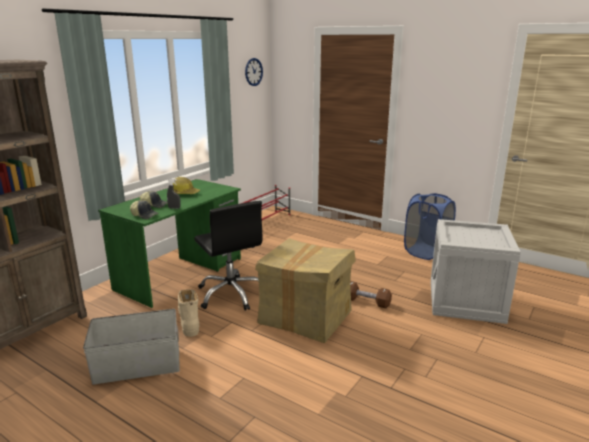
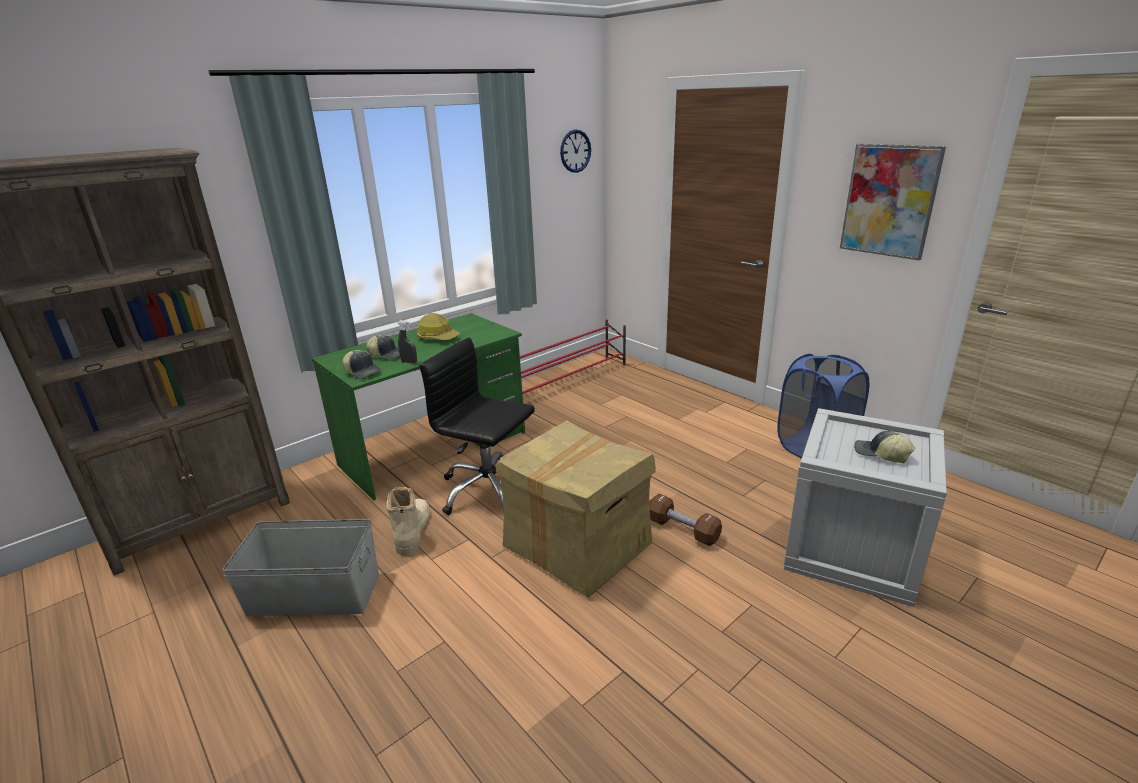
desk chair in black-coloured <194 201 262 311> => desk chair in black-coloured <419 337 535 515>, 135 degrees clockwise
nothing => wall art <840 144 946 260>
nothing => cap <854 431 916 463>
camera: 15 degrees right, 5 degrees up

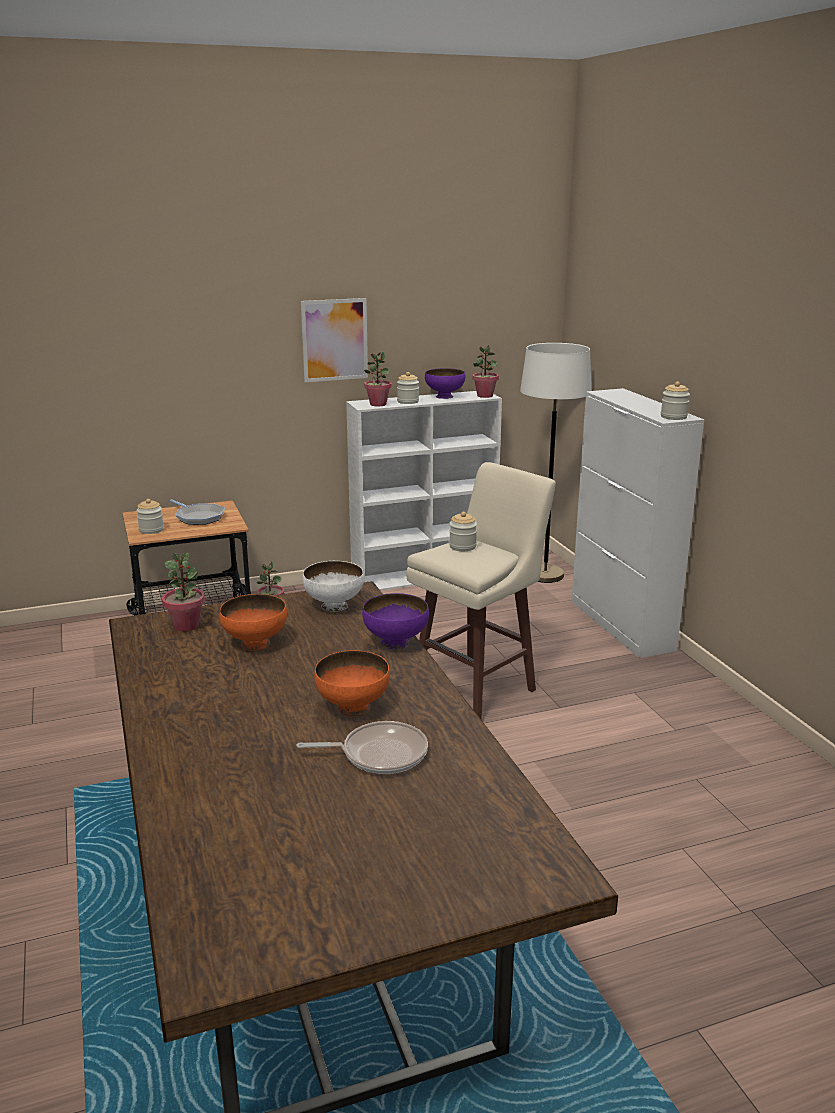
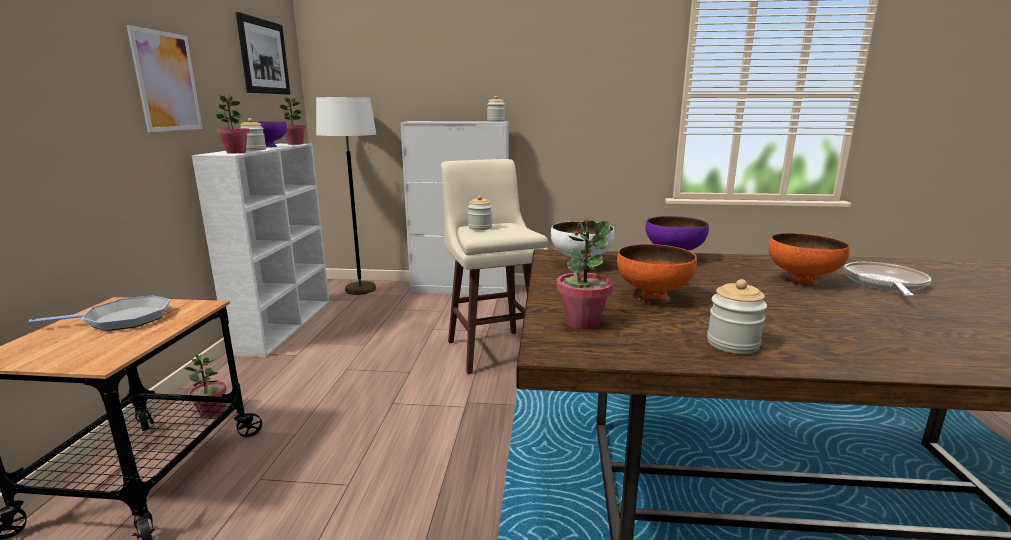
preserve jar <136 499 164 534> => preserve jar <707 279 767 354>, relocated
nothing => wall art <236 12 290 95>
camera: 65 degrees left, 5 degrees down

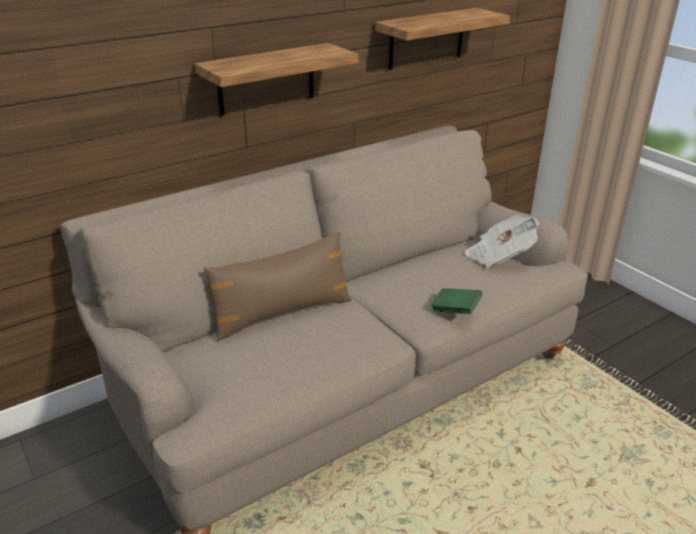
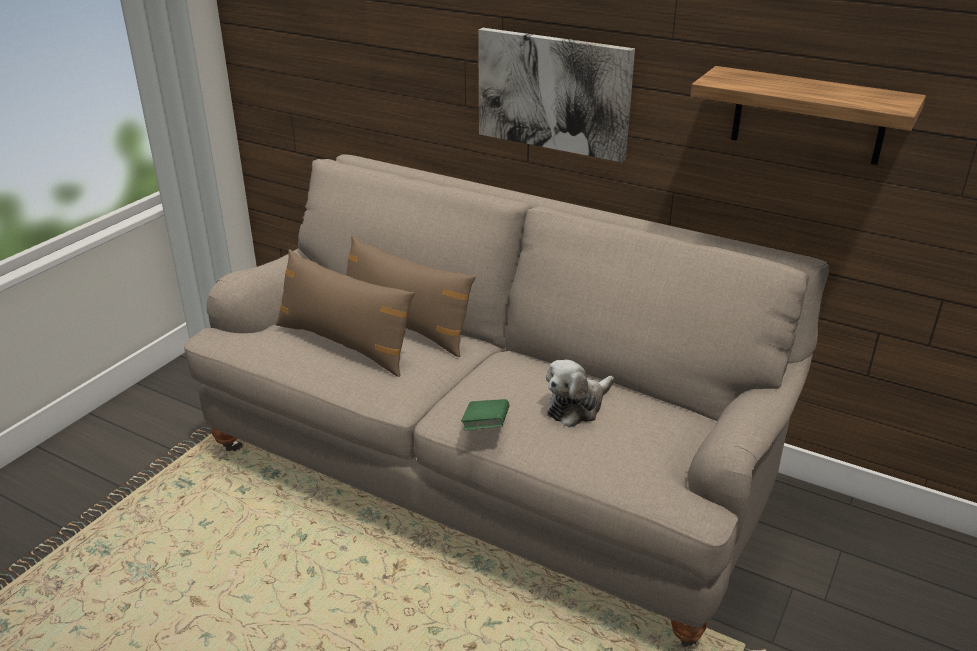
bracket shelf <195 43 358 116> => wall art <478 28 635 162>
newspaper <465 215 540 267> => nothing
nothing => cushion in brown <275 249 415 377>
nothing => cuddly toy <546 360 614 427>
camera: 65 degrees right, 0 degrees up

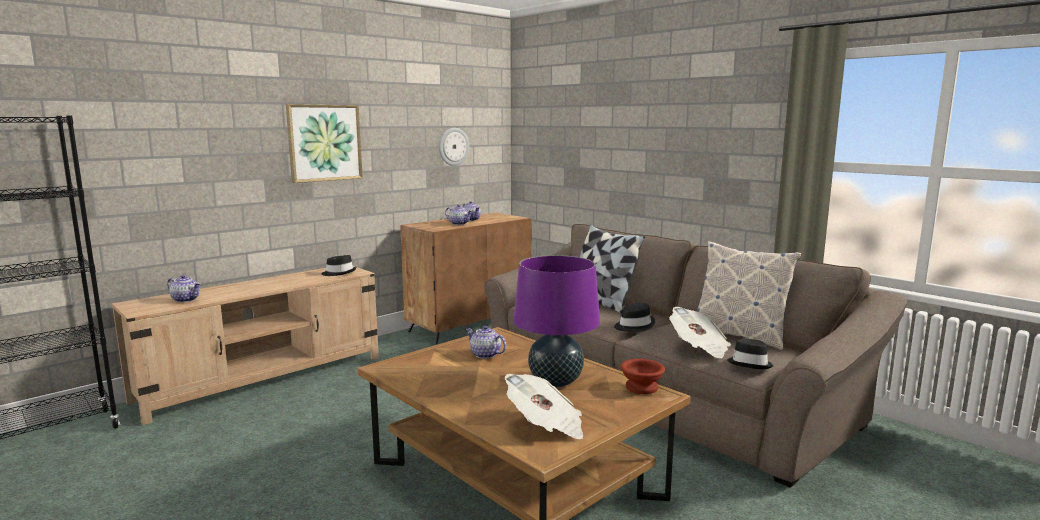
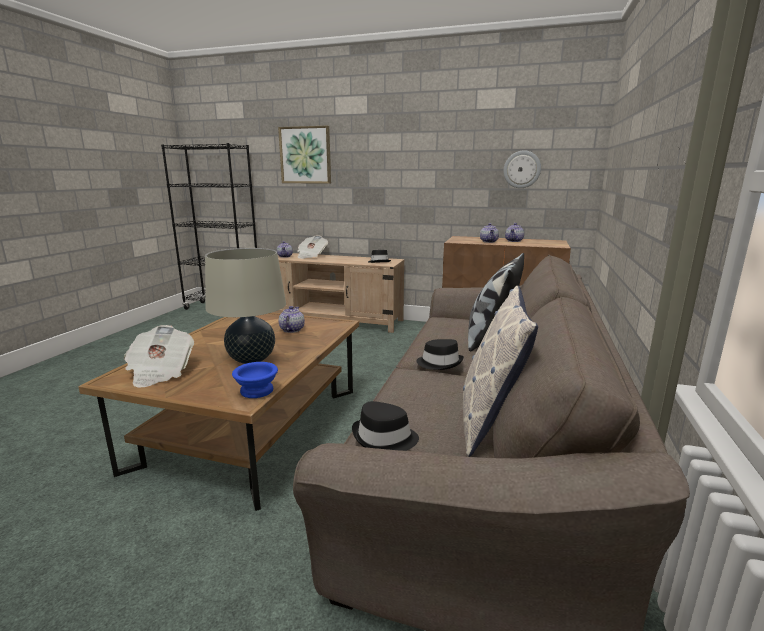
wall art <286 104 363 183> => wall art <278 126 331 184>, relocated
lamp for a table in purple-coloured <513 255 600 387> => lamp for a table in beige <205 248 286 364>
newspaper <669 307 731 359> => newspaper <297 235 328 259>, relocated
deep dish in brown <620 359 665 394> => deep dish in blue <232 362 278 398>
camera: 60 degrees right, 5 degrees up

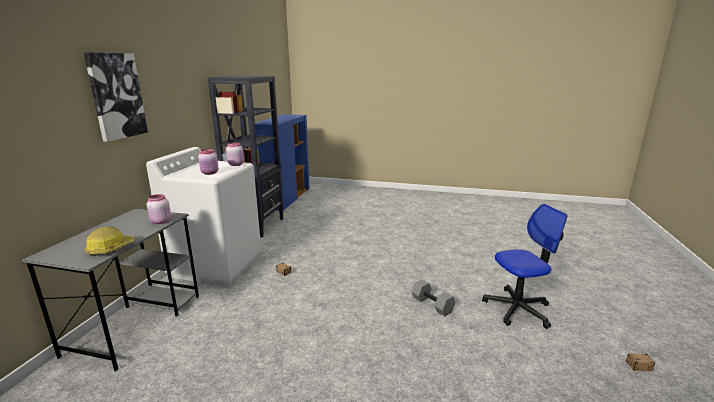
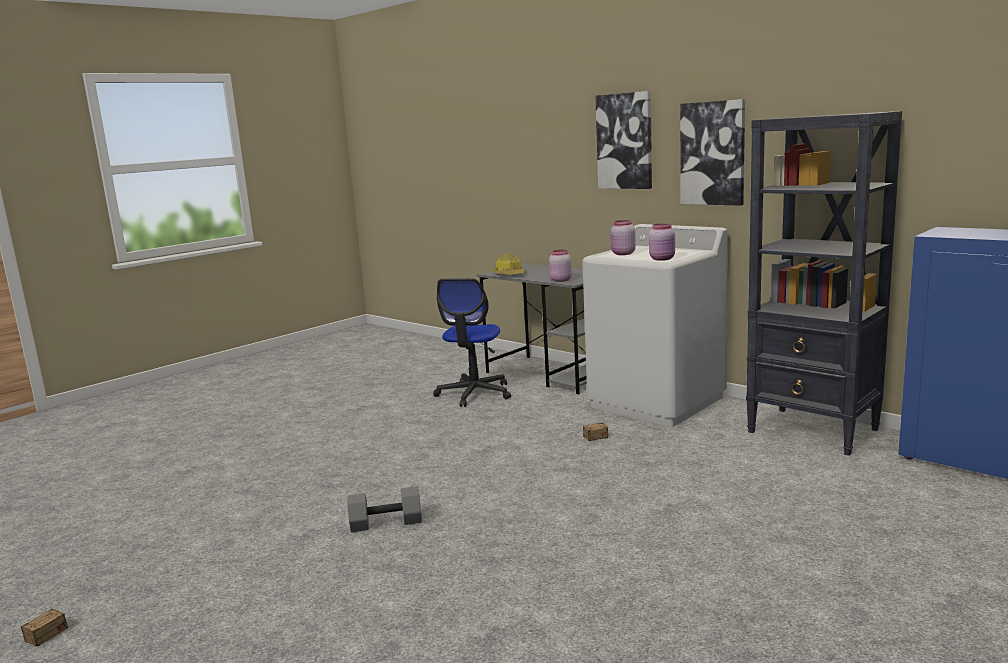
desk chair <482 204 567 329> => desk chair <433 278 511 407>, relocated
nothing => wall art <680 99 745 205>
camera: 120 degrees right, 5 degrees down

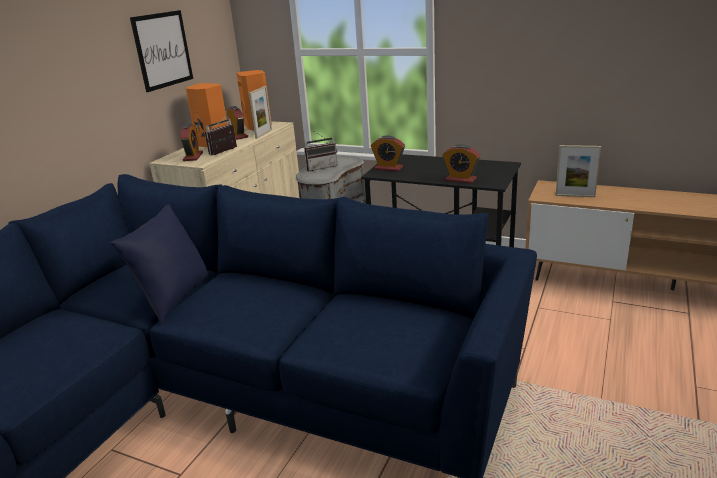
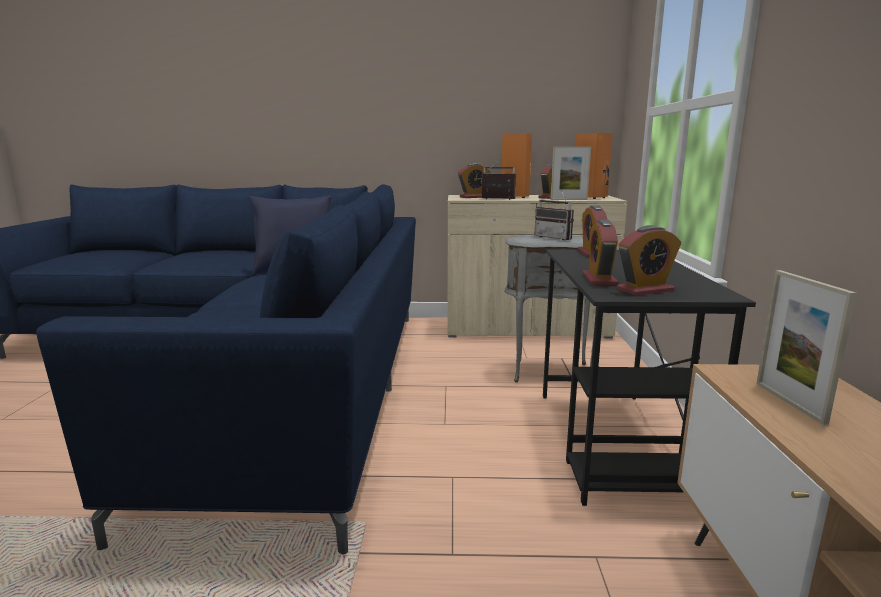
wall art <130 10 193 92> => nothing
nothing => bedside clock <617 225 681 296>
camera: 65 degrees right, 10 degrees down

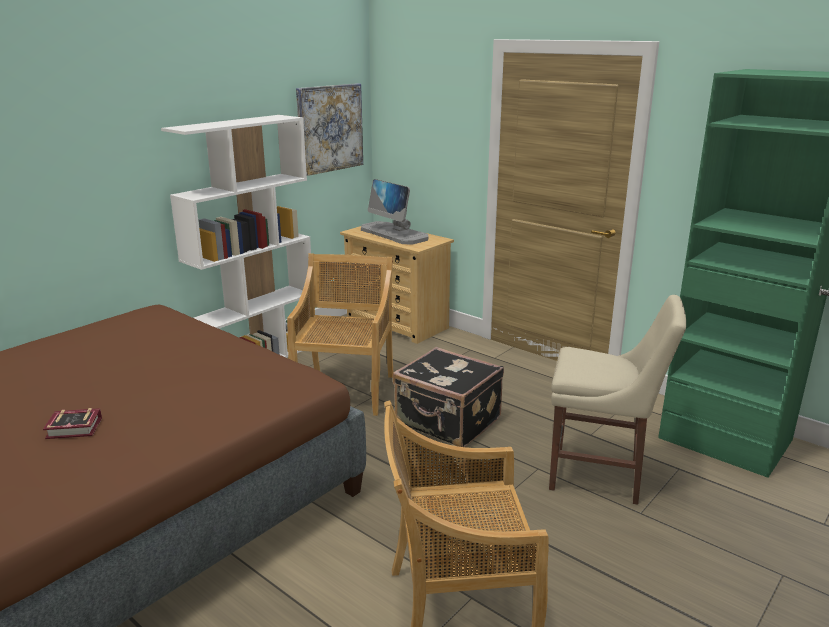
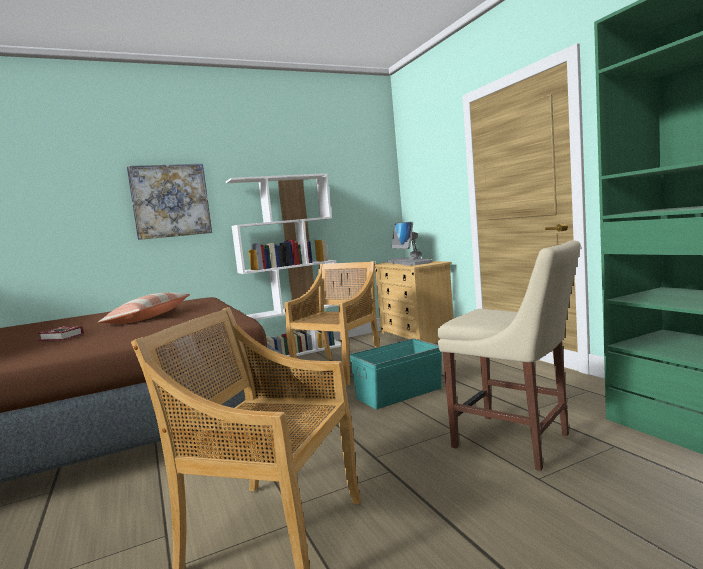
wall art <296 83 363 176> => wall art <127 163 212 240>, relocated
suitcase in black-coloured <393 347 504 447> => storage bin in blue-green <349 338 442 409>
nothing => cushion <98 293 190 324>
camera: 25 degrees right, 15 degrees down

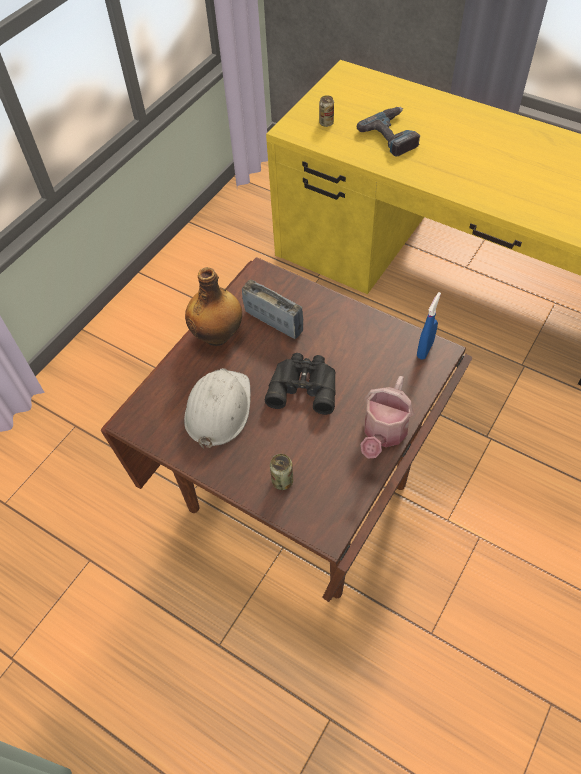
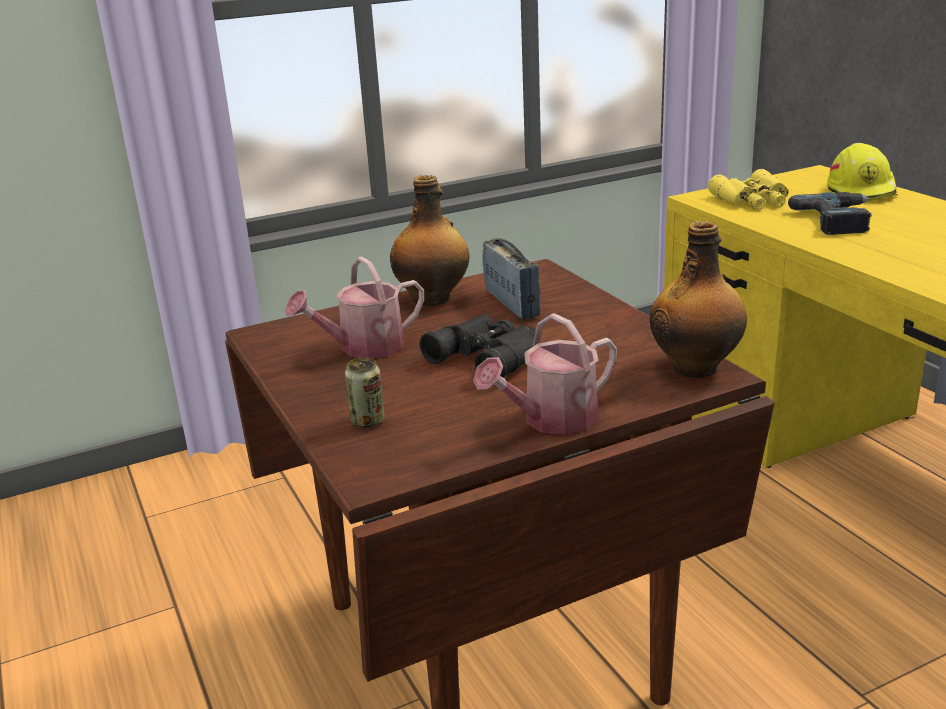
can <319 95 334 127> => pair of binoculars in yellow <708 169 789 210>
spray bottle in blue <417 292 441 359> => beverage bottle <650 221 747 378>
hard hat in whitish <184 368 251 449> => sprinkling can <285 256 424 359>
nothing => hard hat in yellow <827 143 898 201>
camera: 30 degrees right, 30 degrees down

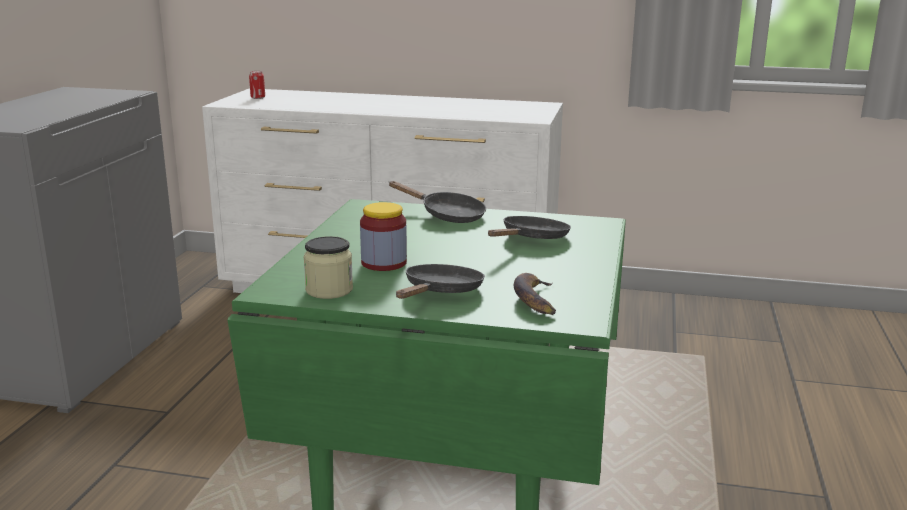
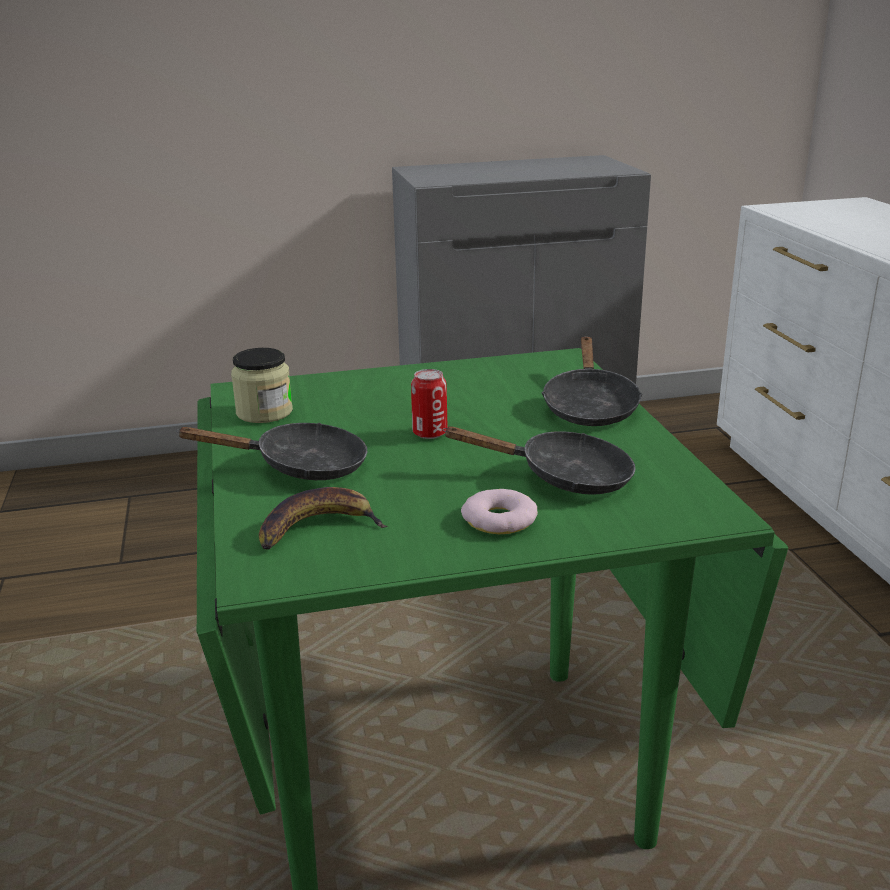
can <249 71 265 99> => can <411 369 448 439>, relocated
preserve jar <360 202 407 271> => nothing
nothing => donut <461 489 538 534>
camera: 65 degrees right, 5 degrees up

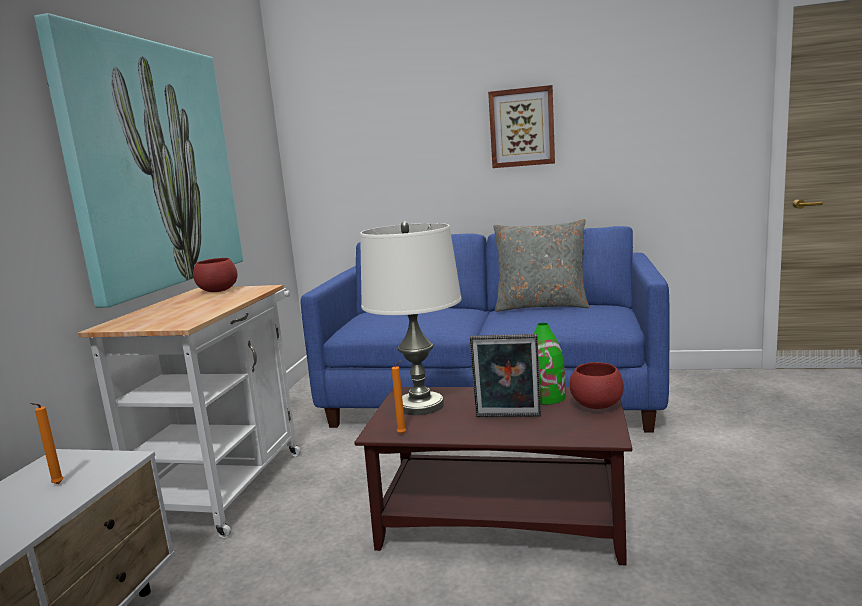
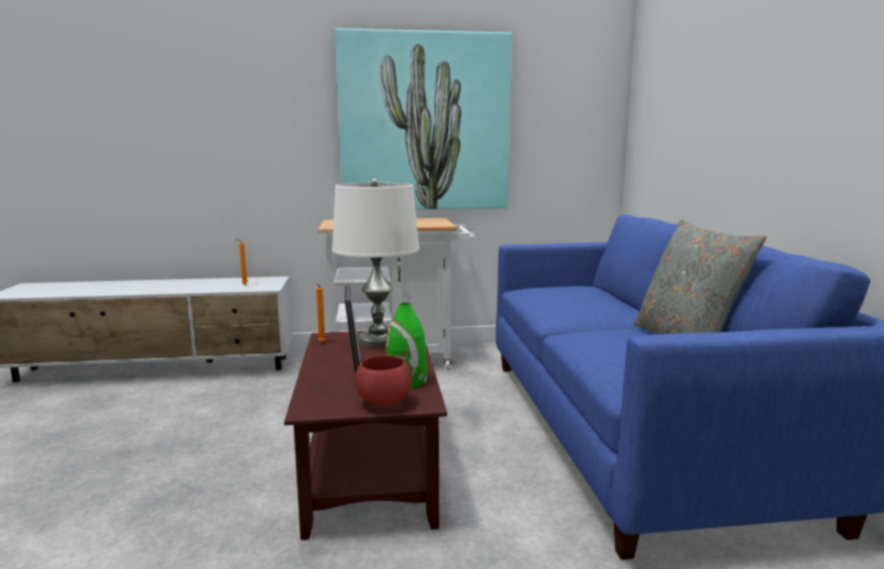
wall art <488 85 555 168> => nothing
deep dish in reddish <193 258 237 292> => nothing
camera: 70 degrees right, 0 degrees up

